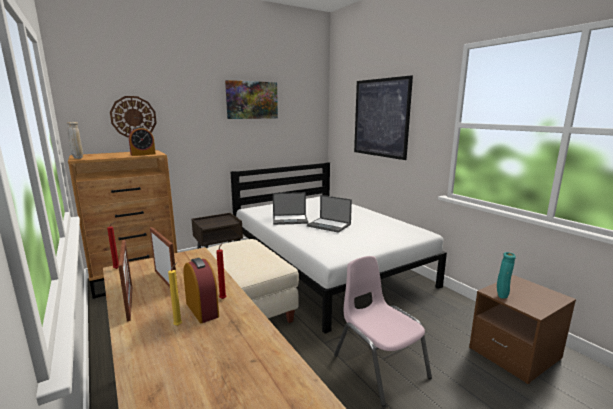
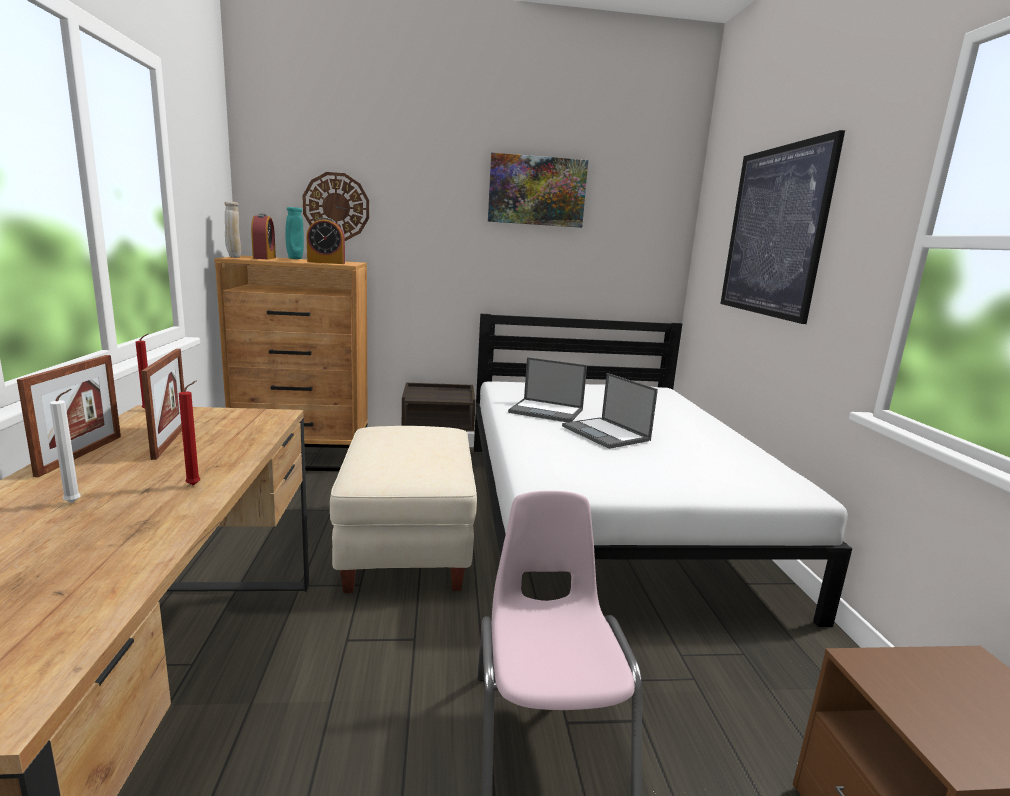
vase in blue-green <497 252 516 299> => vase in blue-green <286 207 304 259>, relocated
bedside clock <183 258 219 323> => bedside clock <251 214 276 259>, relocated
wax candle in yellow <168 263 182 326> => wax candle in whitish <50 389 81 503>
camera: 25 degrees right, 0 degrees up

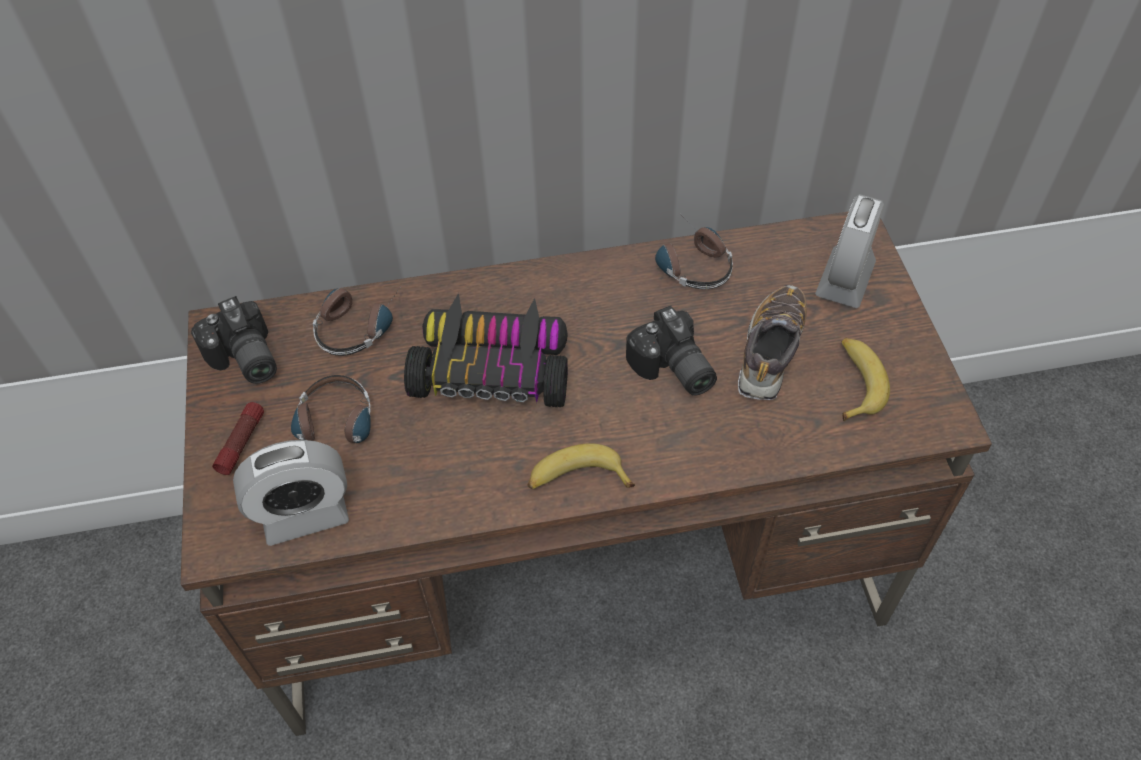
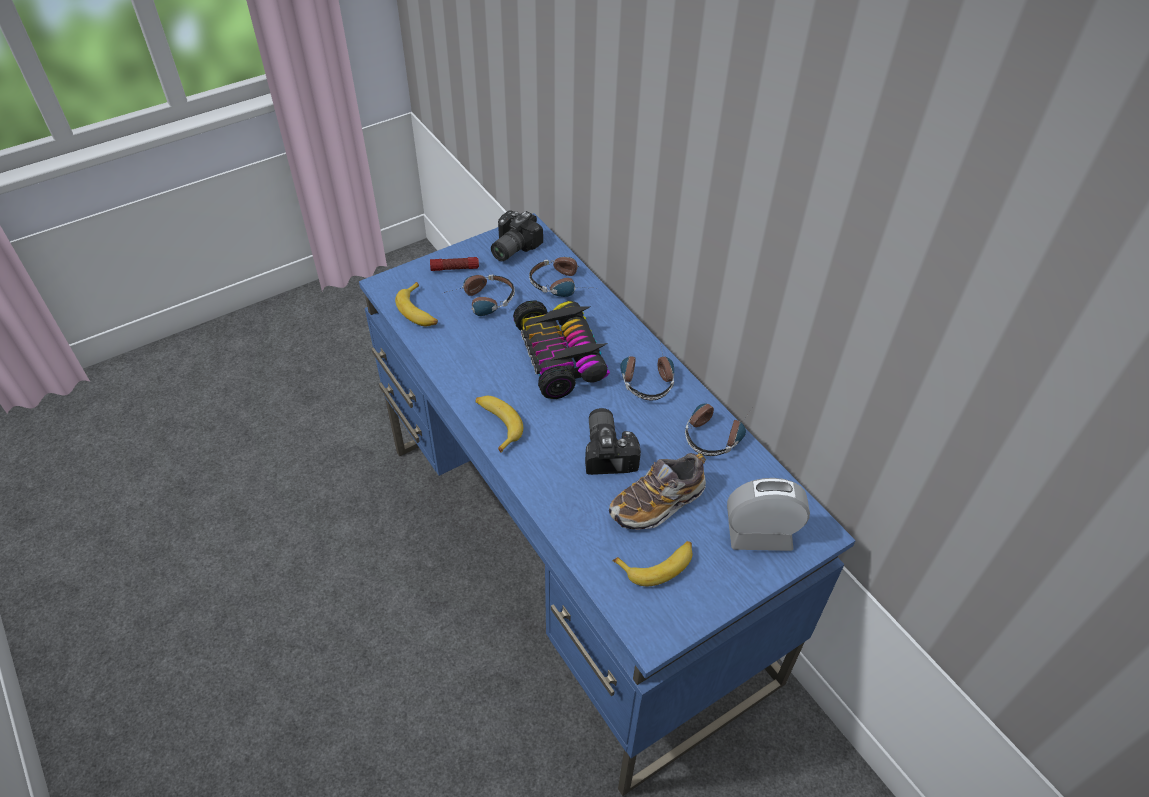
desk in brown <181 212 992 736> => desk in blue <359 213 856 796>
low shoe <738 285 807 400> => low shoe <609 453 706 530>, 150 degrees clockwise
still camera <626 306 717 396> => still camera <585 408 641 475>, 135 degrees clockwise
bedside clock <233 440 349 546> => whole banana <395 282 438 327>
nothing => headphones <620 342 674 400>
camera: 65 degrees right, 5 degrees down

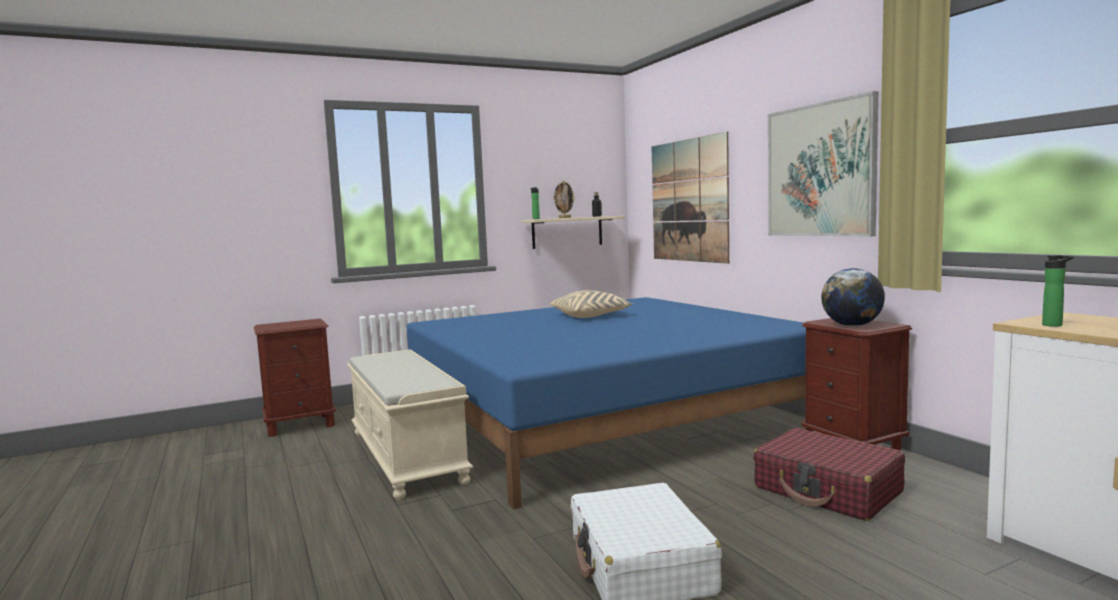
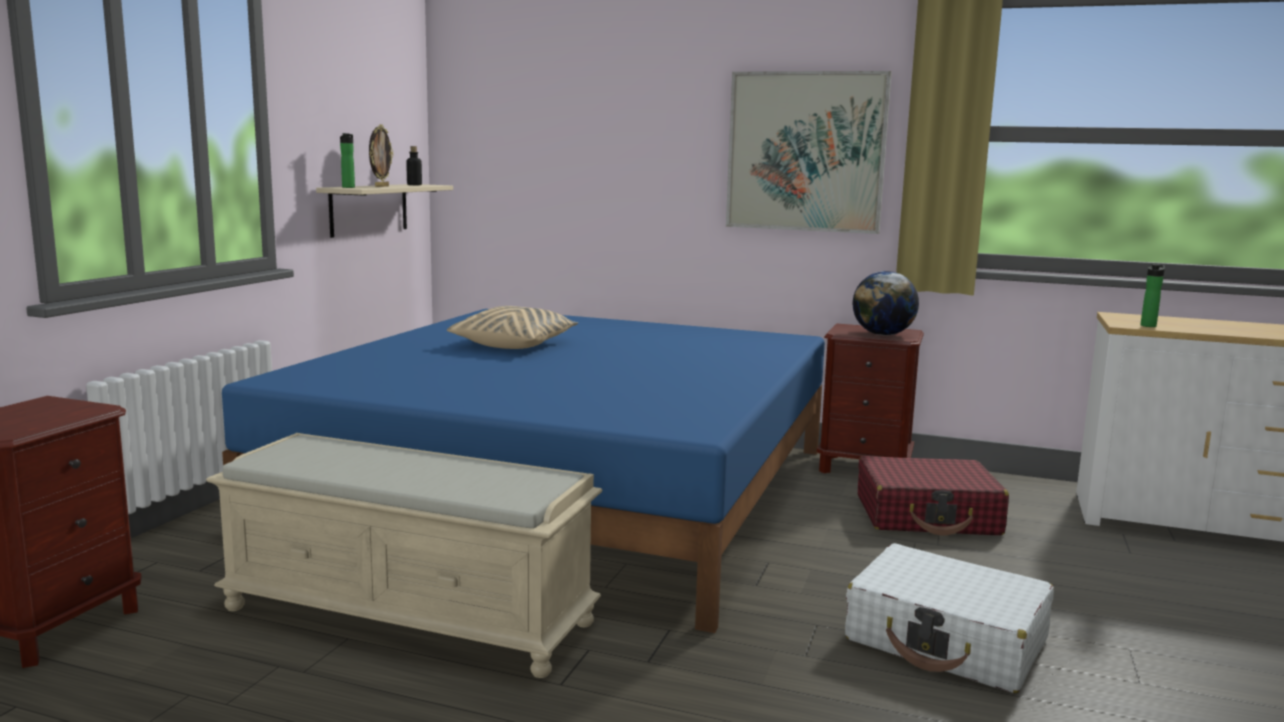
wall art <652 132 729 264> => nothing
camera: 45 degrees left, 5 degrees up

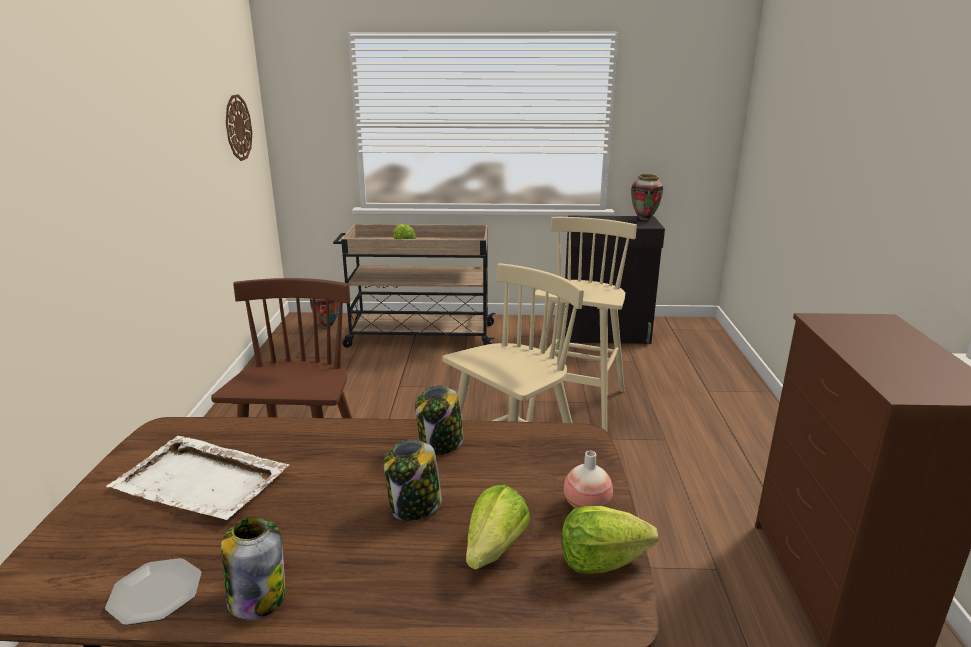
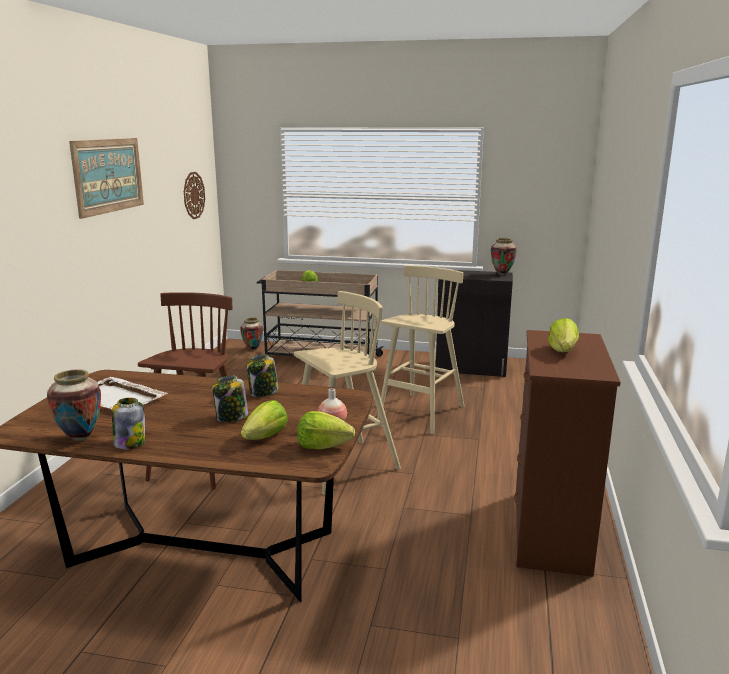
plate <105 558 202 625> => vase <47 369 101 441>
nothing => wall art <69 138 144 219>
nothing => lettuce <548 318 579 352>
camera: 10 degrees right, 5 degrees down

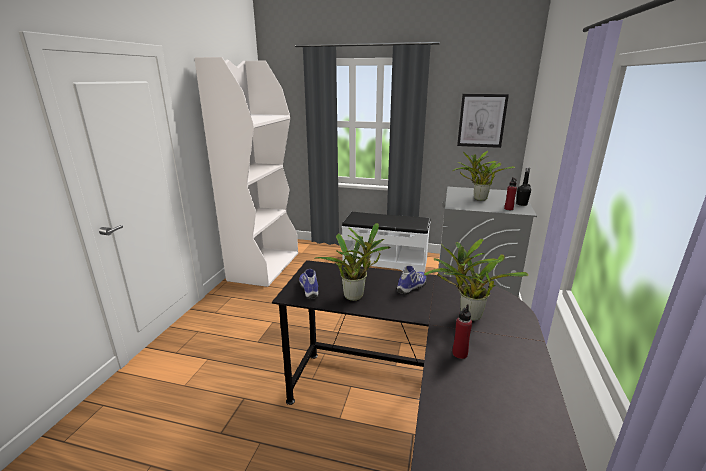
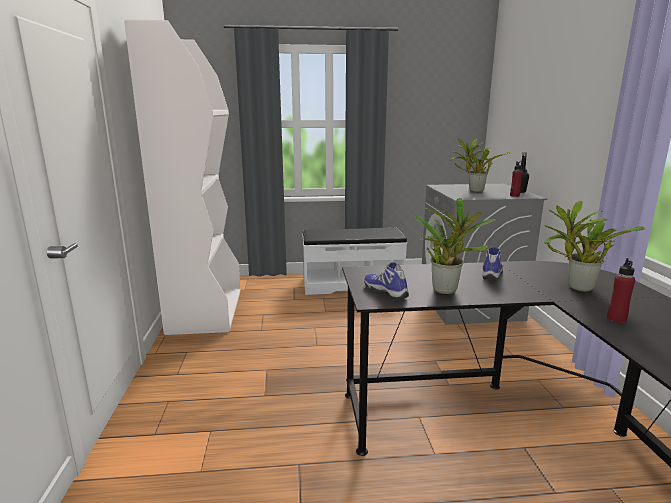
wall art <457 94 509 148> => nothing
camera: 20 degrees left, 5 degrees down

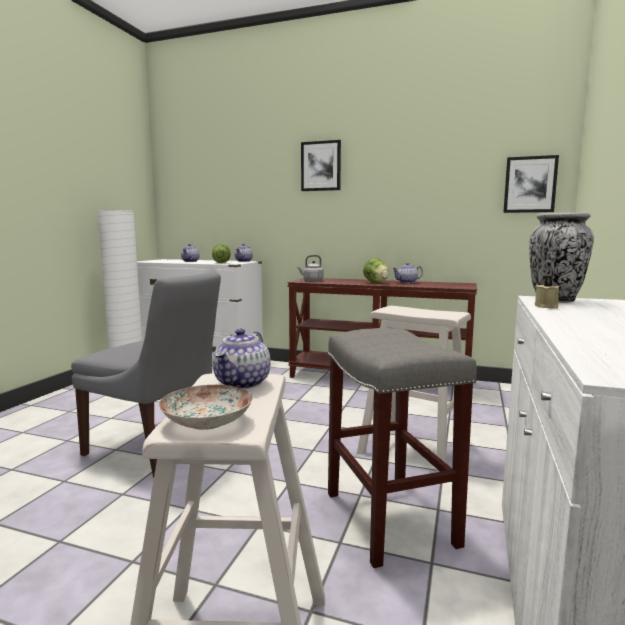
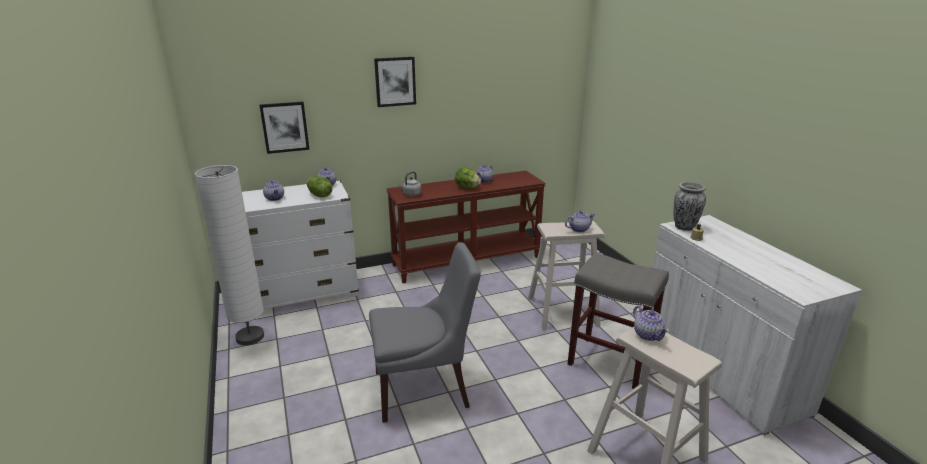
wall art <503 155 559 213> => wall art <259 101 310 154>, relocated
plate <159 385 253 430> => nothing
nothing => teapot <565 211 595 233>
camera: 40 degrees left, 15 degrees up

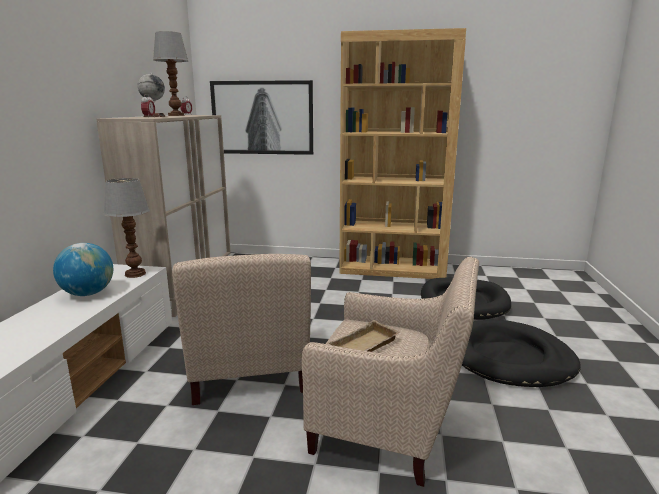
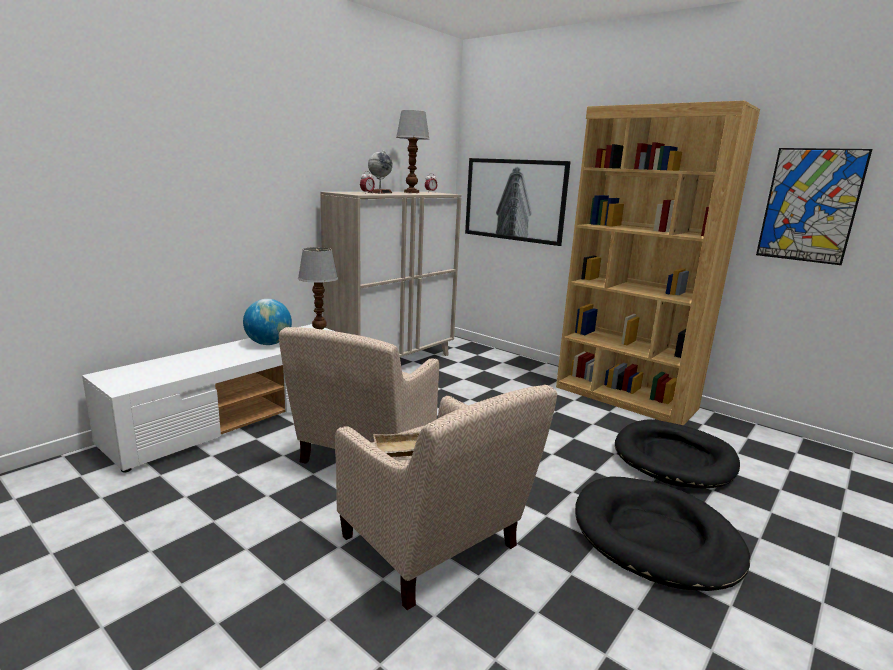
nothing => wall art <756 148 872 265>
camera: 30 degrees right, 0 degrees up

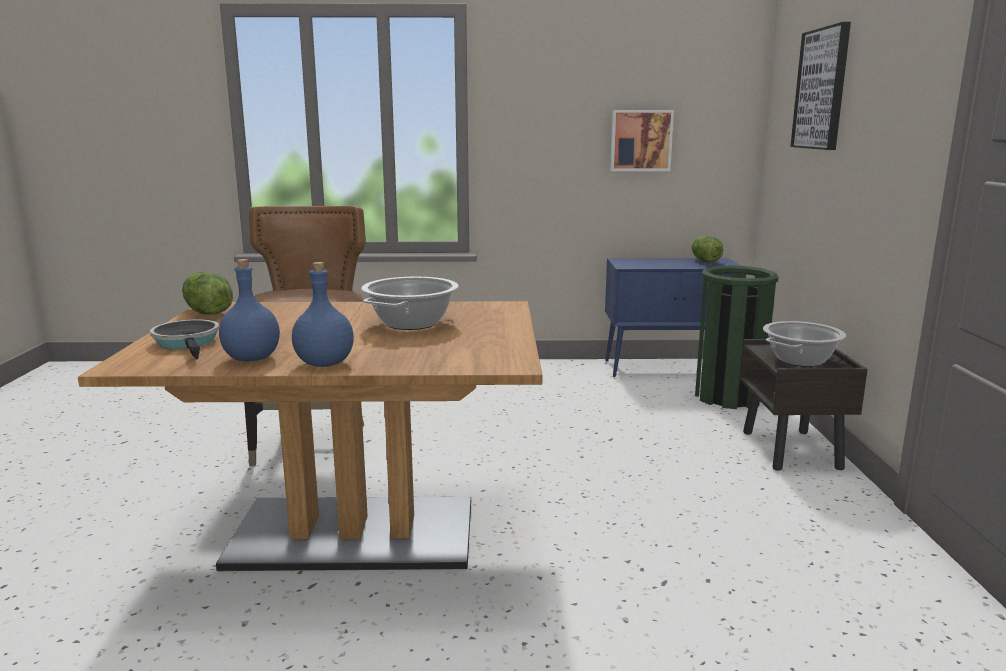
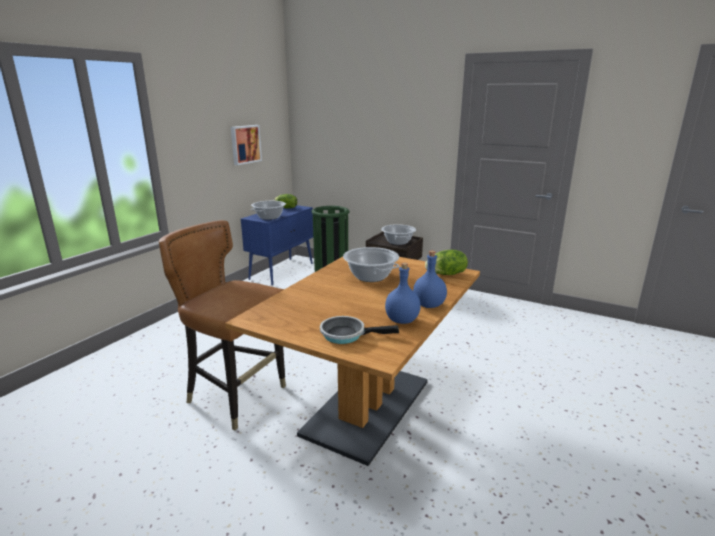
wall art <790 22 851 150> => nothing
lettuce <182 272 233 315> => lettuce <425 250 468 275>, relocated
nothing => saucepot <250 201 286 220>
camera: 60 degrees left, 5 degrees up

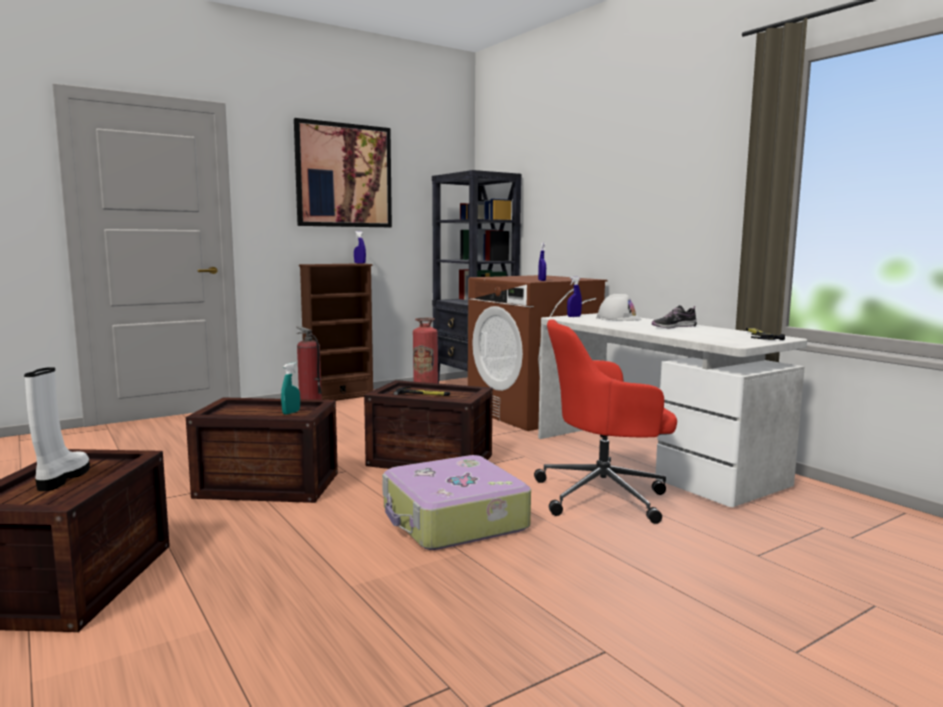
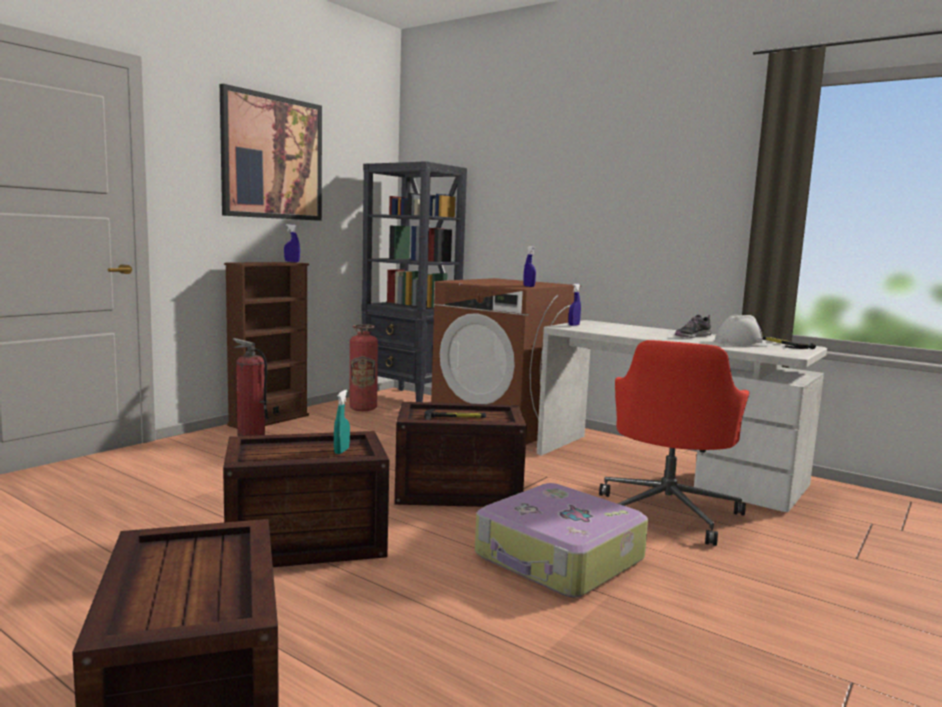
hard hat in whitish <596 294 641 321> => hard hat in whitish <714 315 769 347>, relocated
desk chair in reddish <534 320 677 524> => desk chair in reddish <599 340 749 546>, 45 degrees counterclockwise
high-top boot in whitish <24 367 90 491> => nothing
camera: 20 degrees left, 0 degrees up

